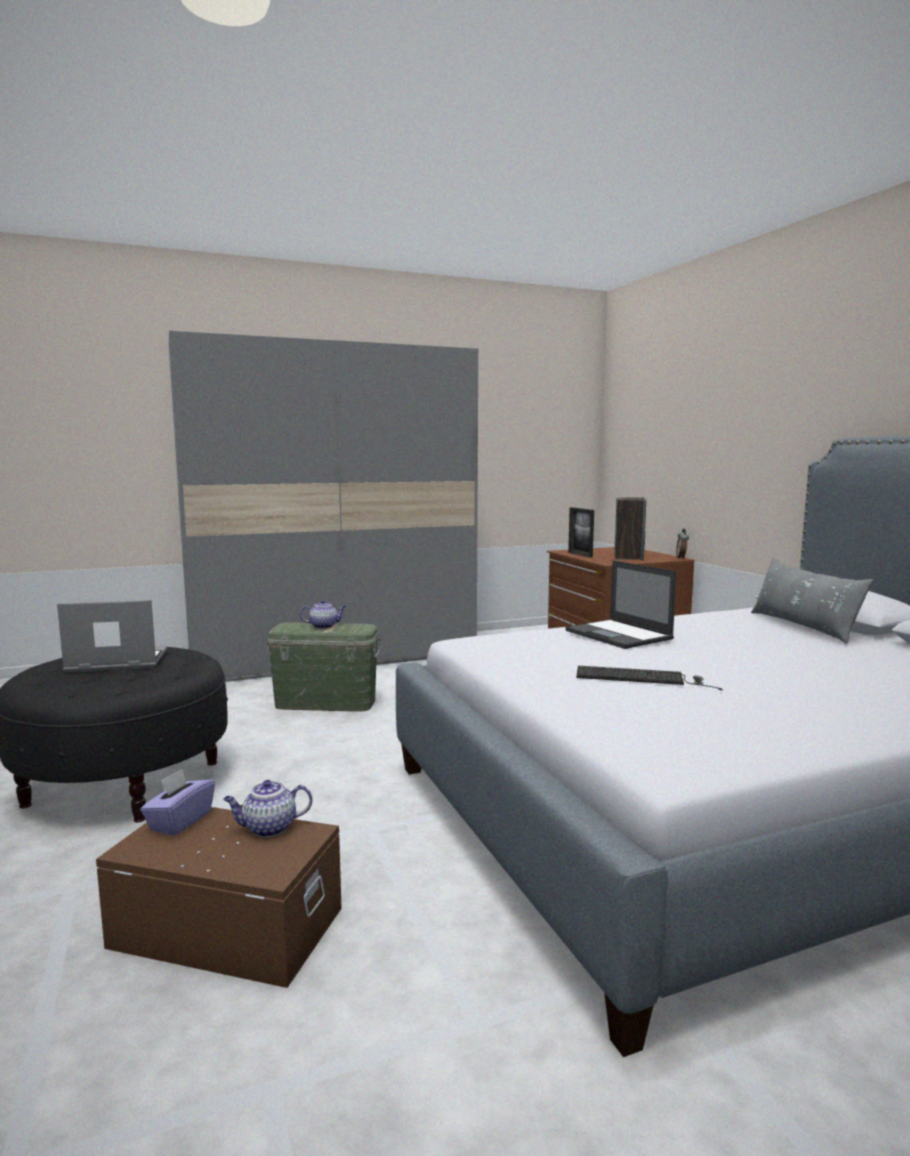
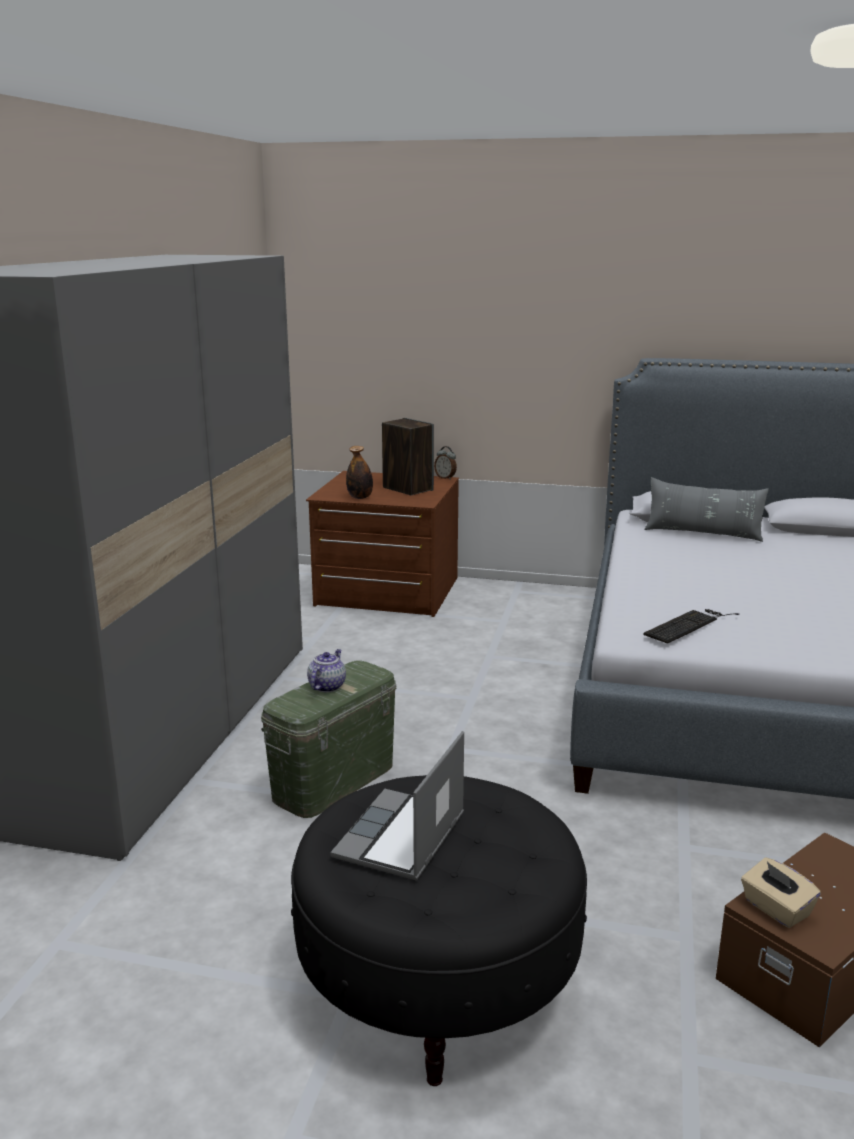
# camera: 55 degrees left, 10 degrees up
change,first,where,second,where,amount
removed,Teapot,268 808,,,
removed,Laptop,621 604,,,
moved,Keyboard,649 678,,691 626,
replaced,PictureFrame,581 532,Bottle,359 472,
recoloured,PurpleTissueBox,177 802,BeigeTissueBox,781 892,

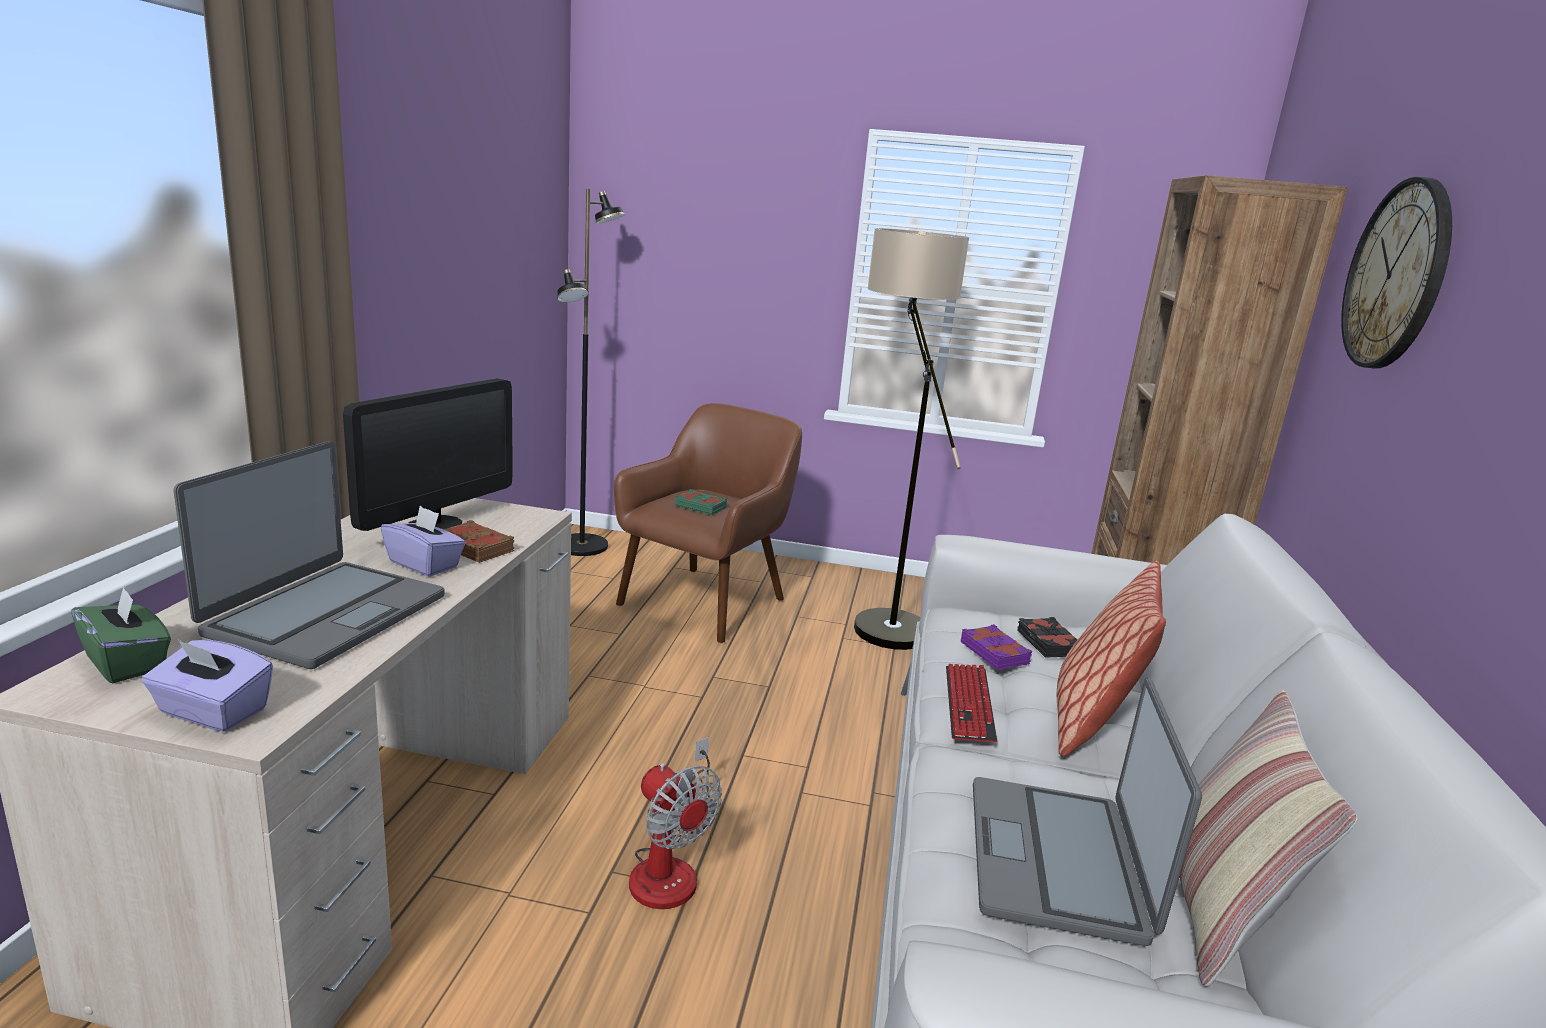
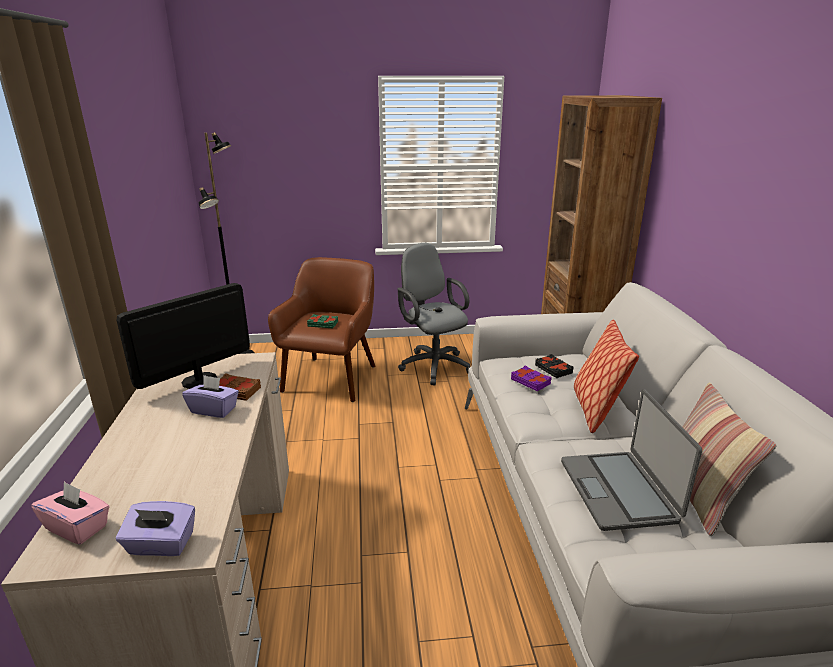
# camera: 15 degrees left, 5 degrees up
change,first,where,second,where,amount
removed,Laptop,309 555,,,
removed,Fan,675 823,,,
removed,Keyboard,971 703,,,
removed,WallClock,1396 273,,,
replaced,FloorLamp,912 439,GreyOfficeChair,434 314,
recoloured,GreenTissueBox,121 634,PinkTissueBox,70 513,
turned,Monitor,428 454,,183 336,150 degrees counterclockwise

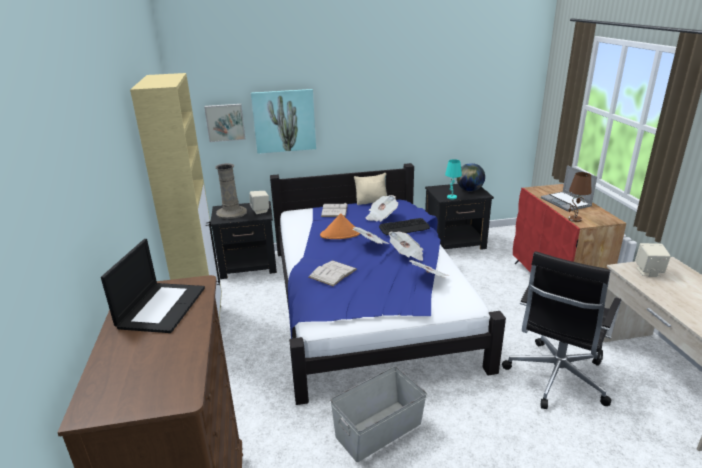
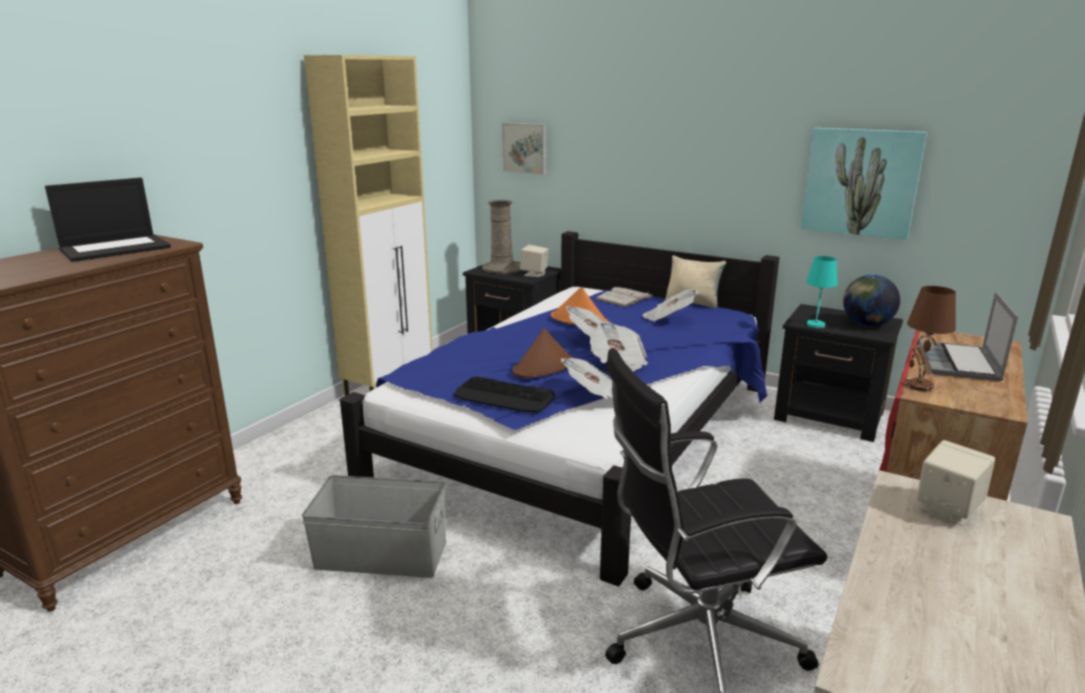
# camera: 40 degrees right, 5 degrees down
change,first,where,second,where,amount
removed,WhiteBook,332 273,,,
added,,,BrownHat,543 353,
moved,Picture,283 121,,864 184,
moved,Keyboard,404 226,,504 394,

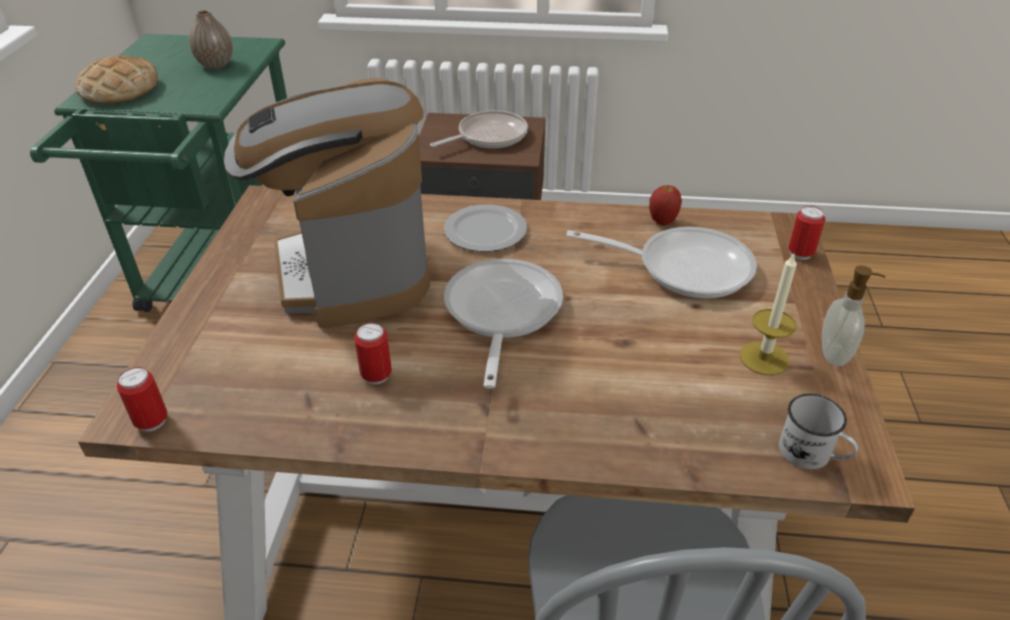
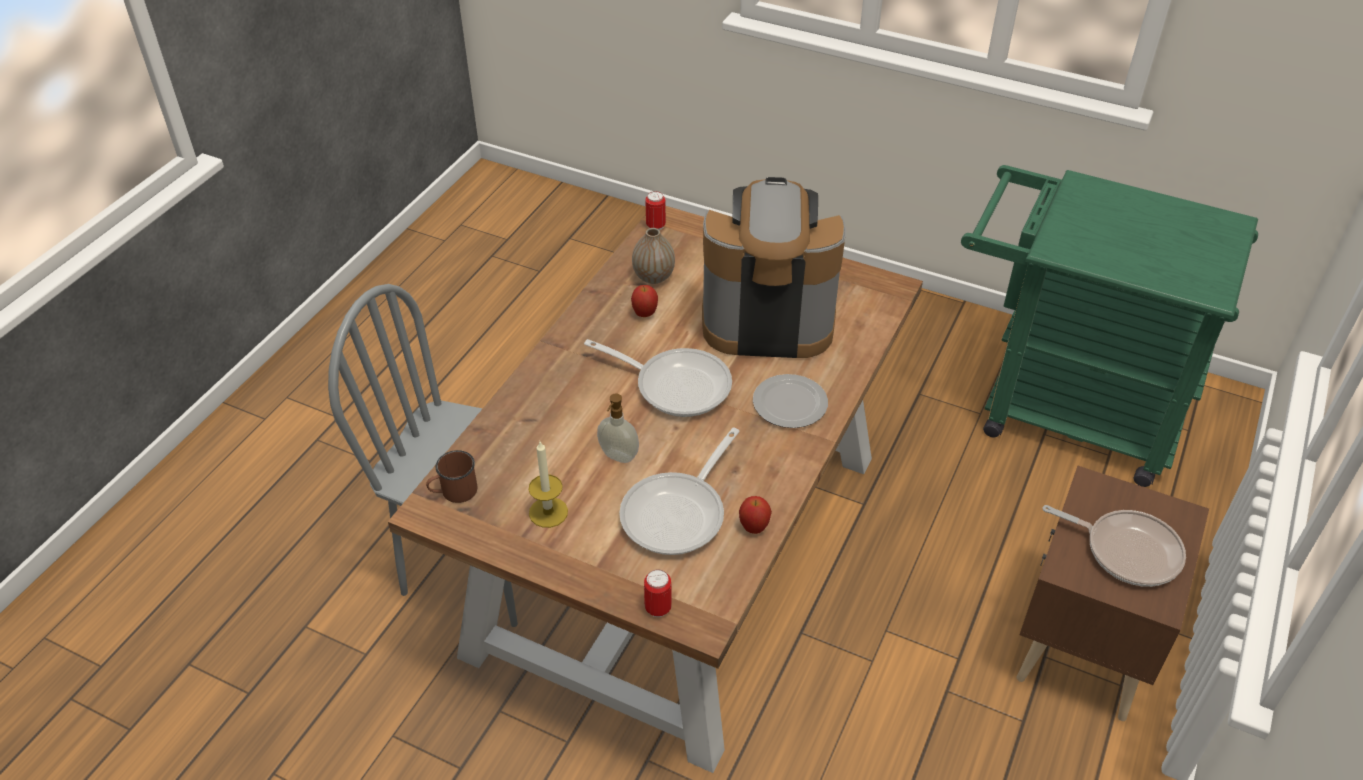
# camera: 110 degrees right, 5 degrees up
change,first,where,second,where,amount
removed,Bread,116 79,,,
moved,Vase,211 39,,653 256,
moved,SoapDispenser,853 315,,618 428,
replaced,Can,373 353,Apple,644 301,
recoloured,WhiteMug,818 432,BrownMug,451 476,
turned,FryingPan,479 129,,1114 546,45 degrees counterclockwise

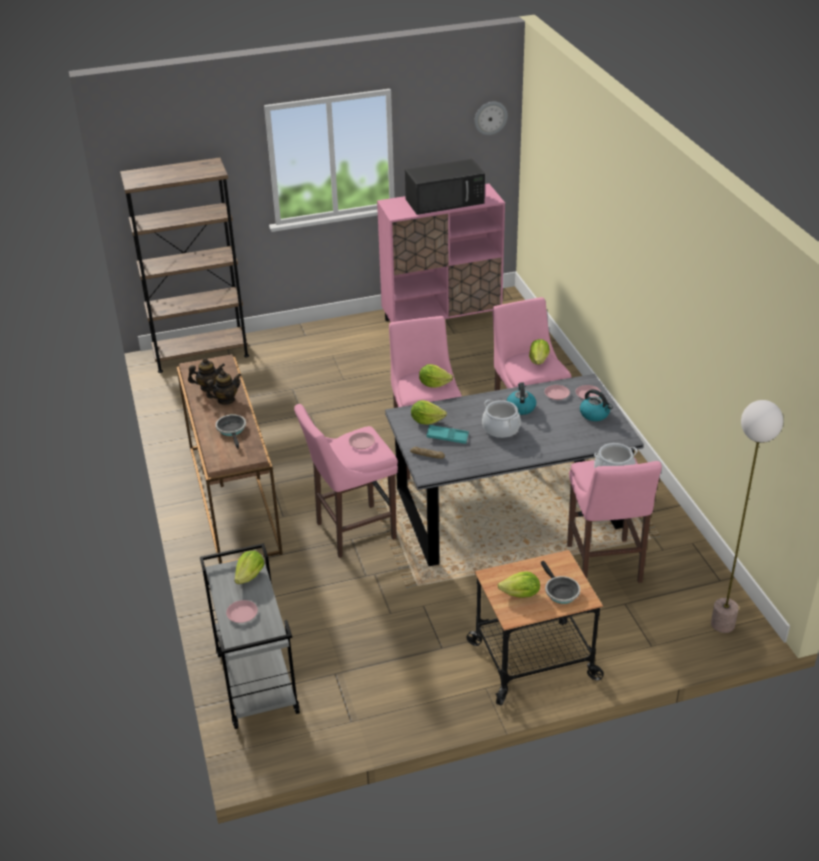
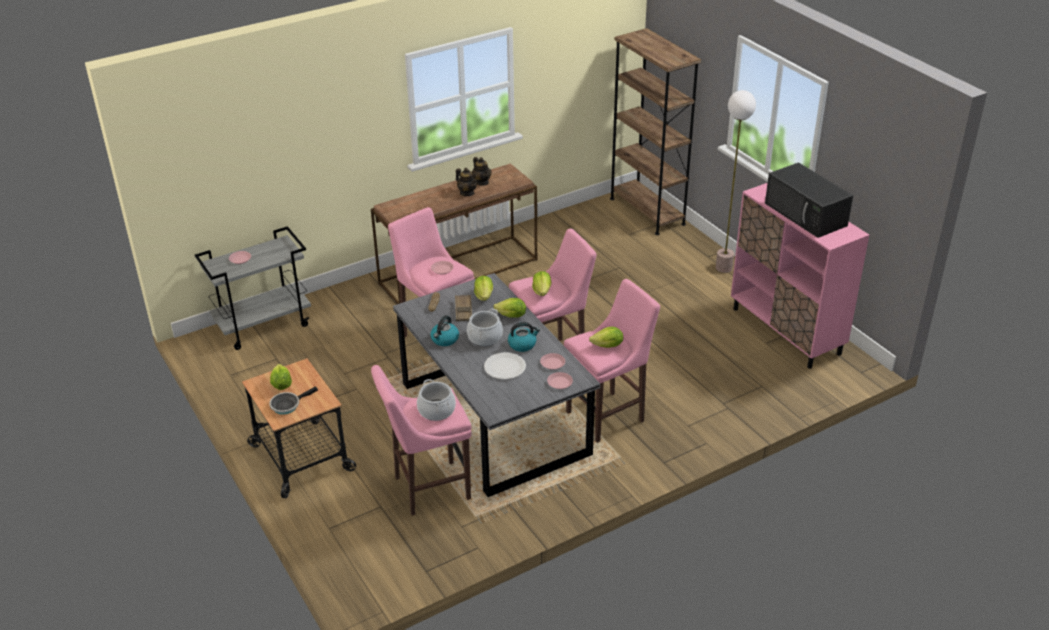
# camera: 75 degrees right, 0 degrees up
change,first,where,second,where,amount
removed,FryingPan,231 432,,,
removed,WallClock,491 118,,,
added,,,WhitePlate,505 365,
moved,Lettuce,249 567,,509 308,
moved,Kettle,596 405,,444 330,
moved,FloorLamp,747 516,,736 181,
recoloured,TurquoiseTray,447 434,BrownTray,463 308,

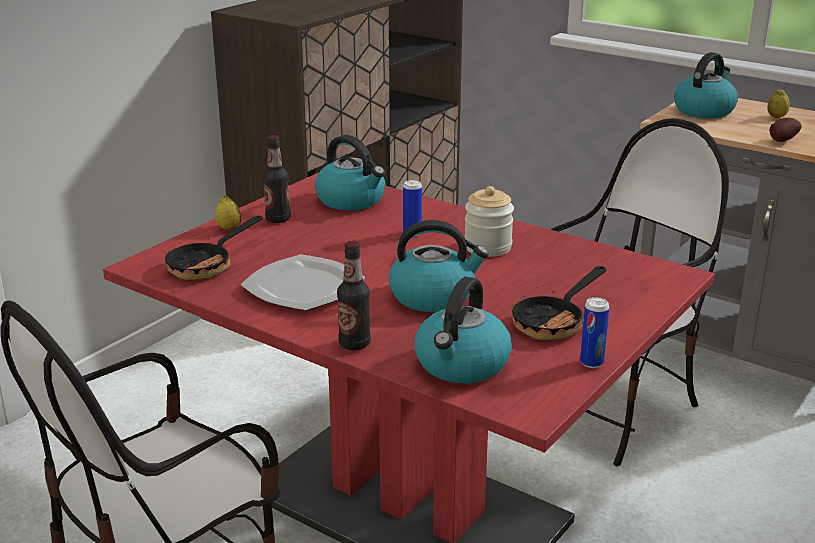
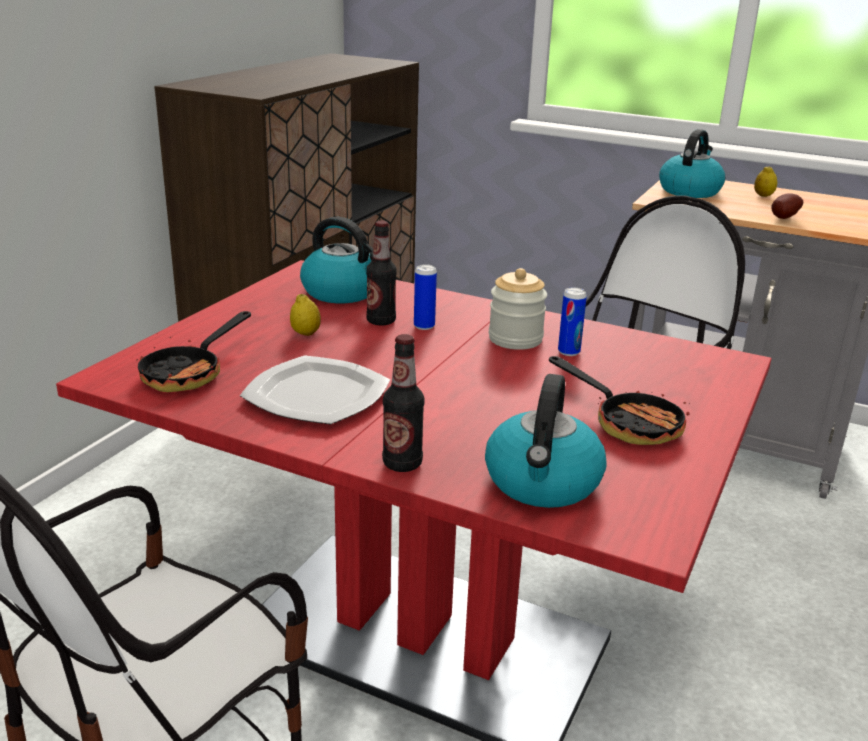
# camera: 10 degrees left, 0 degrees up
change,first,where,second,where,amount
removed,Kettle,439 266,,,
moved,Lemon,228 213,,305 315,
moved,Bottle,277 179,,381 273,
moved,Can,594 332,,572 322,
turned,FryingPan,558 303,,619 400,75 degrees counterclockwise

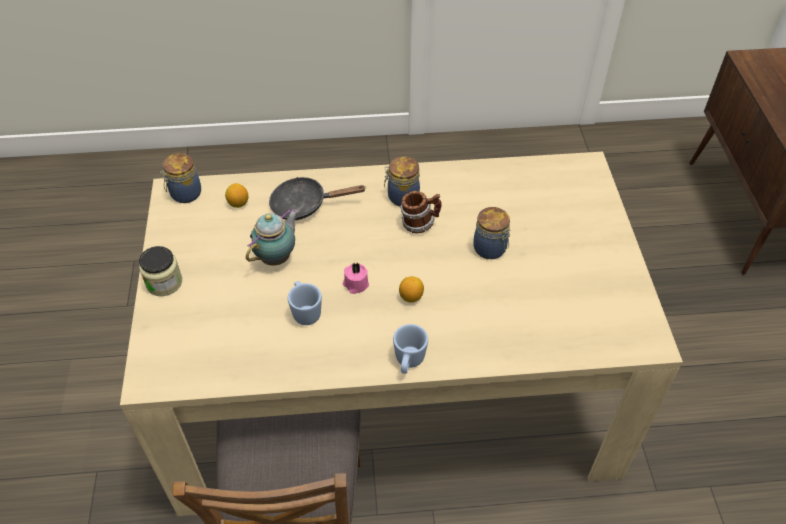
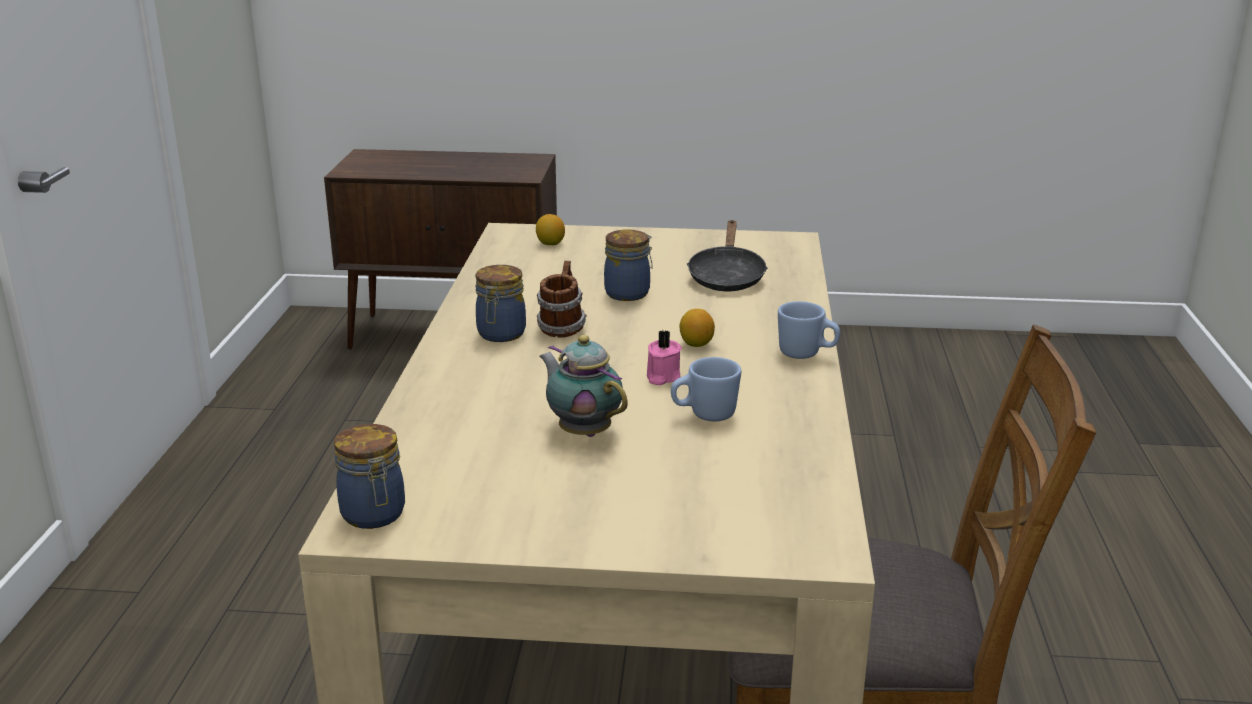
# camera: 80 degrees left, 25 degrees down
change,first,where,second,where,amount
removed,Jar,160 271,,,
moved,Lemon,236 195,,550 229,
moved,BlackFryingPan,317 198,,727 255,

